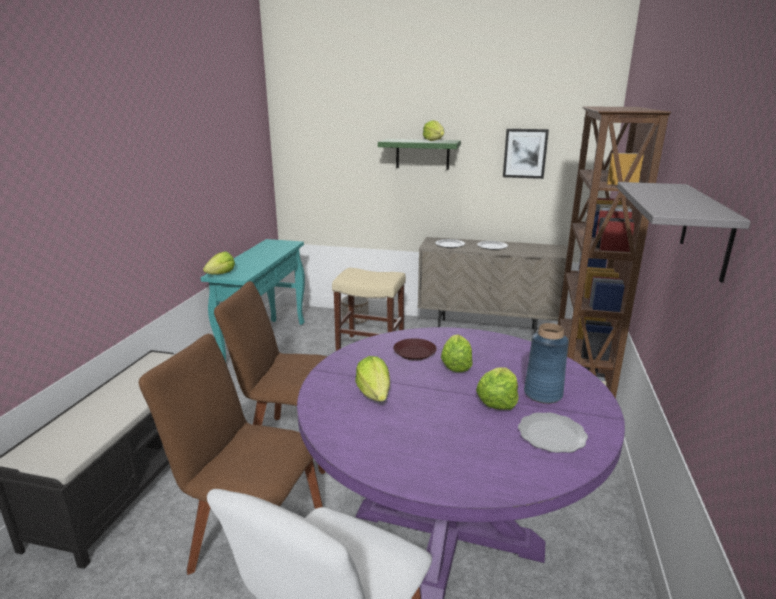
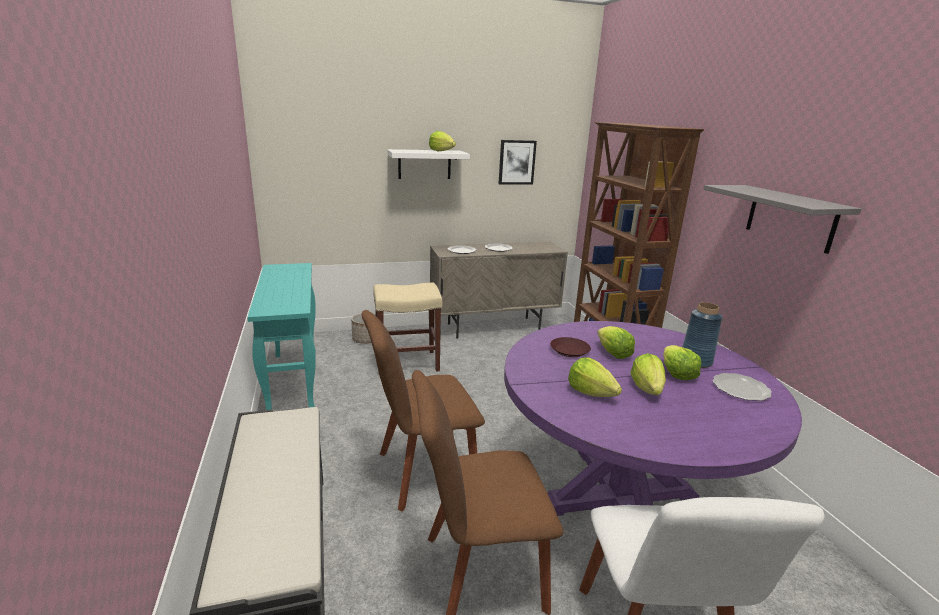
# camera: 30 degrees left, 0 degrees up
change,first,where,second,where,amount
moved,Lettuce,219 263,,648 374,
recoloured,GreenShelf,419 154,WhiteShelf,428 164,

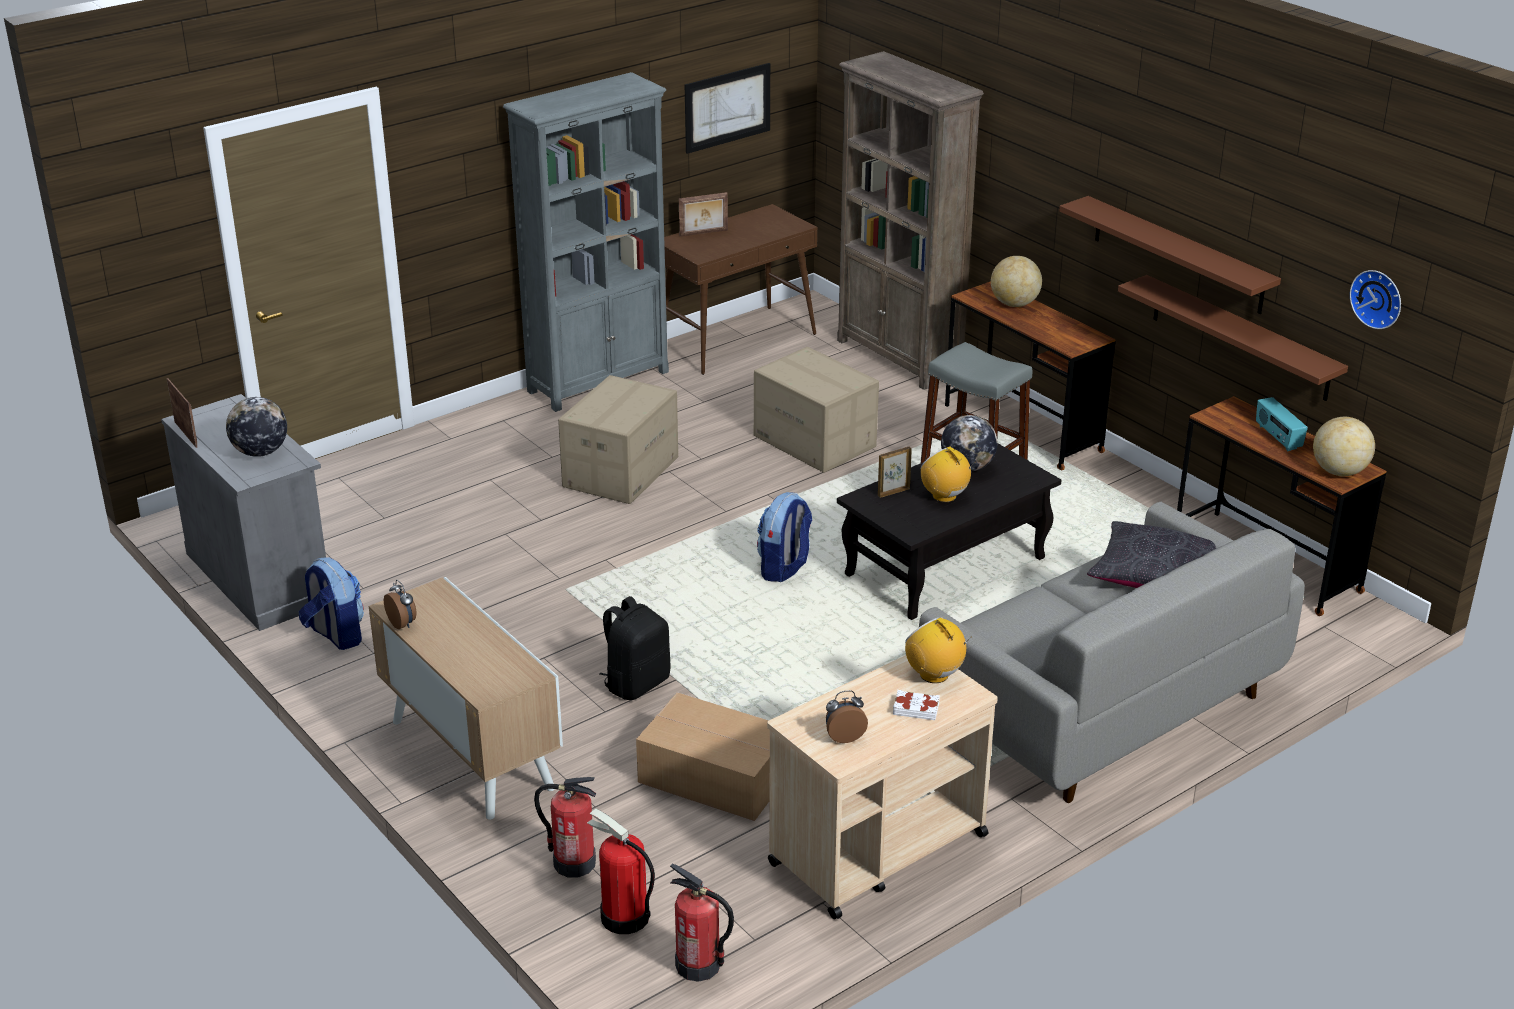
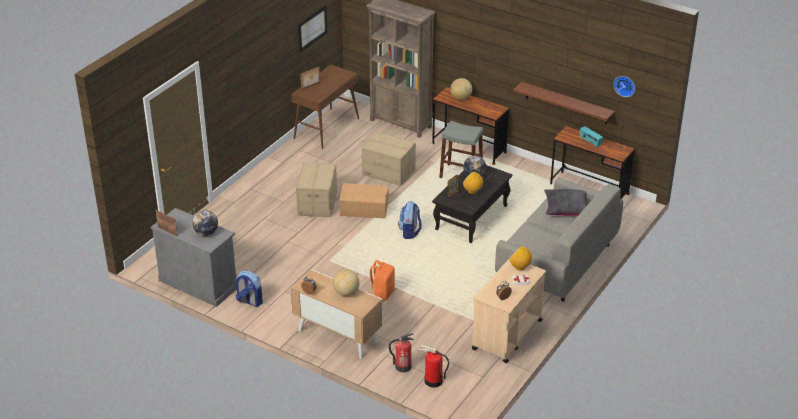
# camera: 20 degrees left, 5 degrees up
change,first,where,second,where,amount
removed,GreyBookcase,586 242,,,
removed,FireExtinguisher,702 922,,,
removed,BrownShelf,1170 255,,,
moved,CardboardBox,703 756,,364 200,
moved,Globe,1344 446,,346 283,
recoloured,BlackBackpack,634 648,OrangeBackpack,381 280,

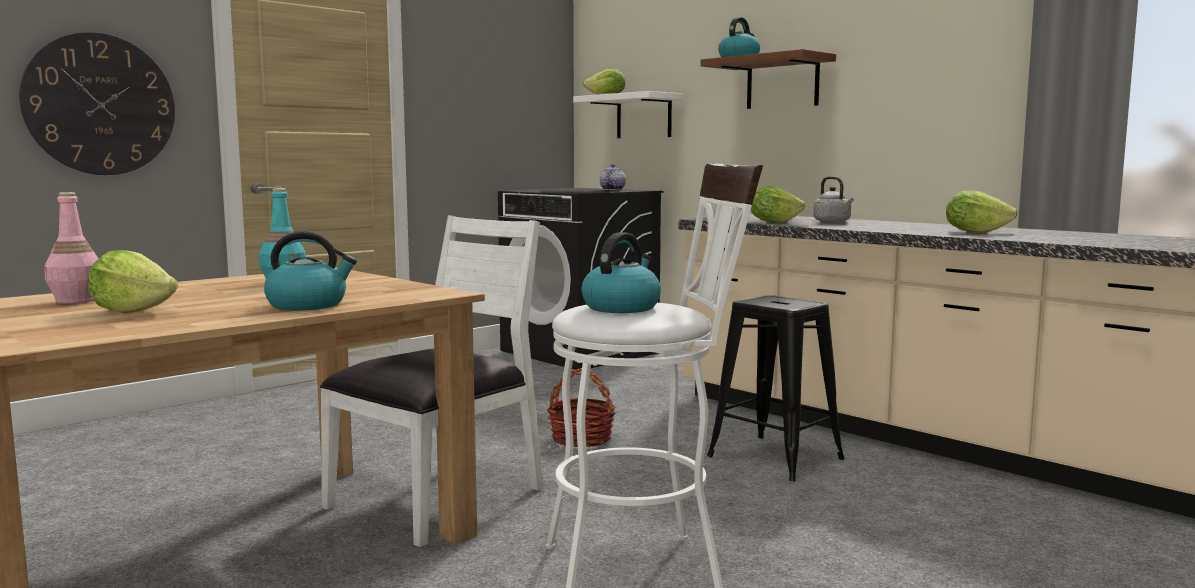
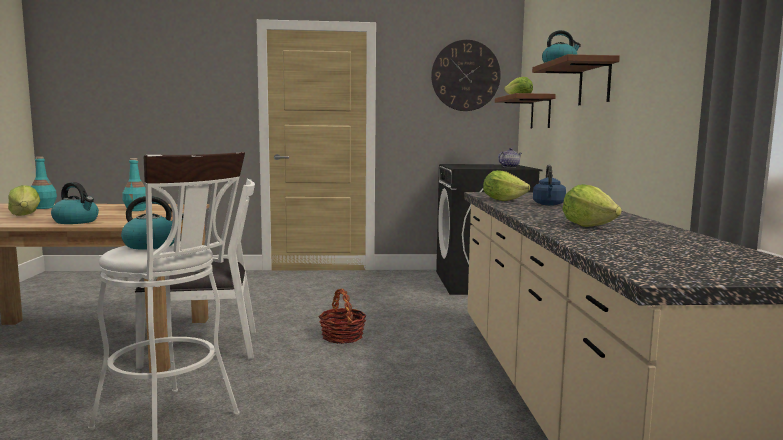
# camera: 40 degrees right, 0 degrees up
change,first,where,second,where,amount
removed,BlackStool,776 388,,,
moved,WallClock,97 103,,466 75,
recoloured,PinkBottle,71 248,TurquoiseBottle,44 183,
recoloured,WhiteShelf,628 114,BrownShelf,525 111,
recoloured,GreyKettle,833 199,BlueKettle,549 185,

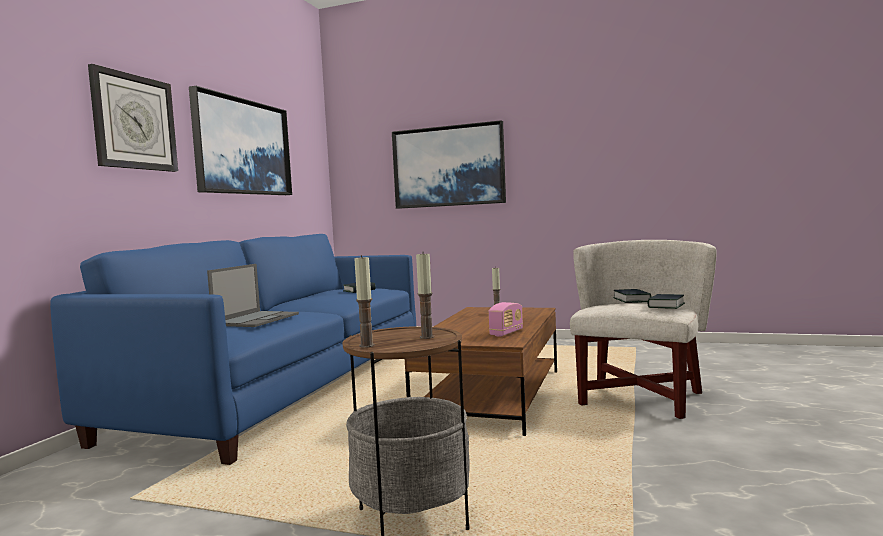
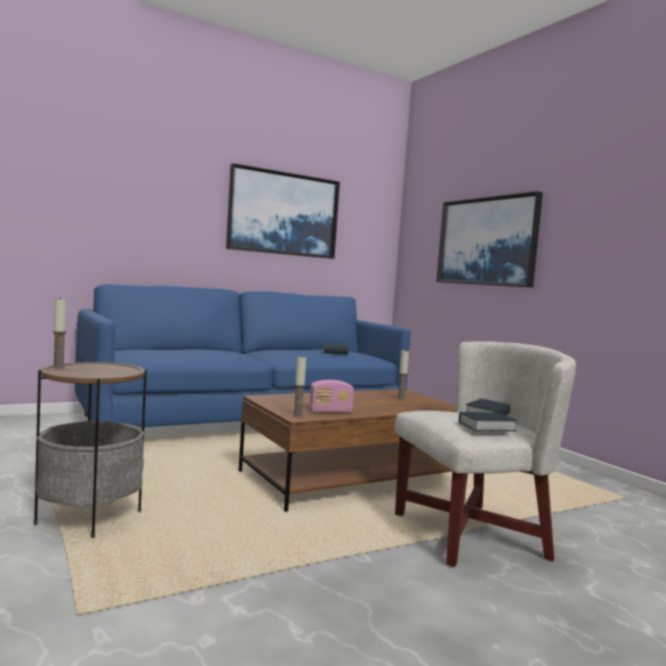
# camera: 40 degrees right, 0 degrees up
change,first,where,second,where,amount
removed,WallClock,133 118,,,
removed,Laptop,253 295,,,
moved,Candle,425 296,,299 386,

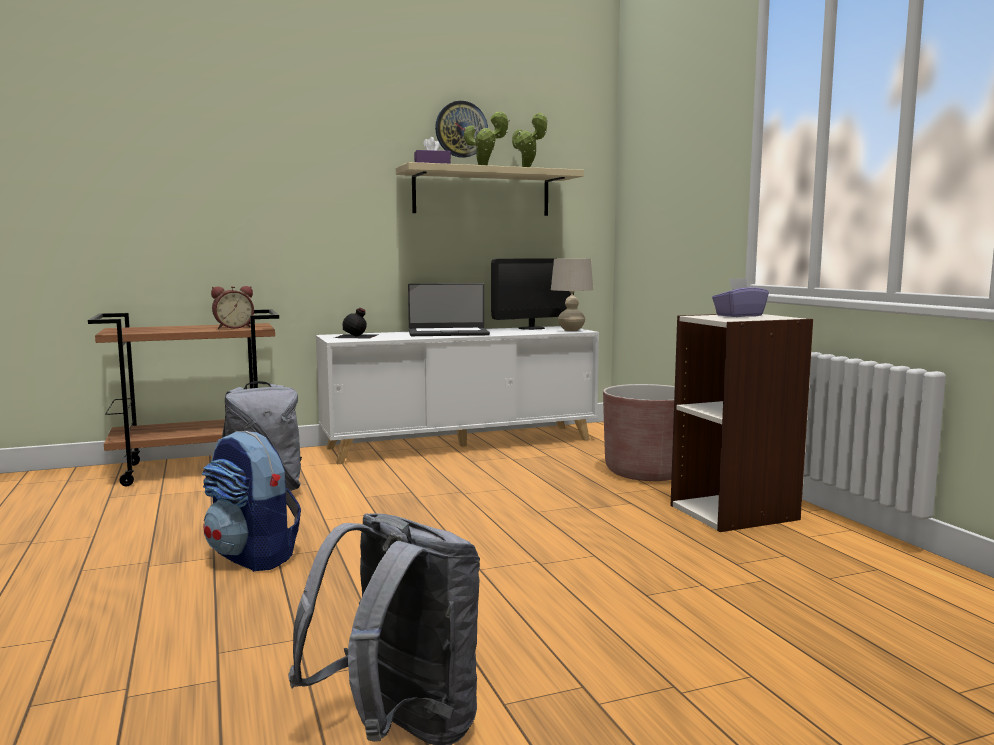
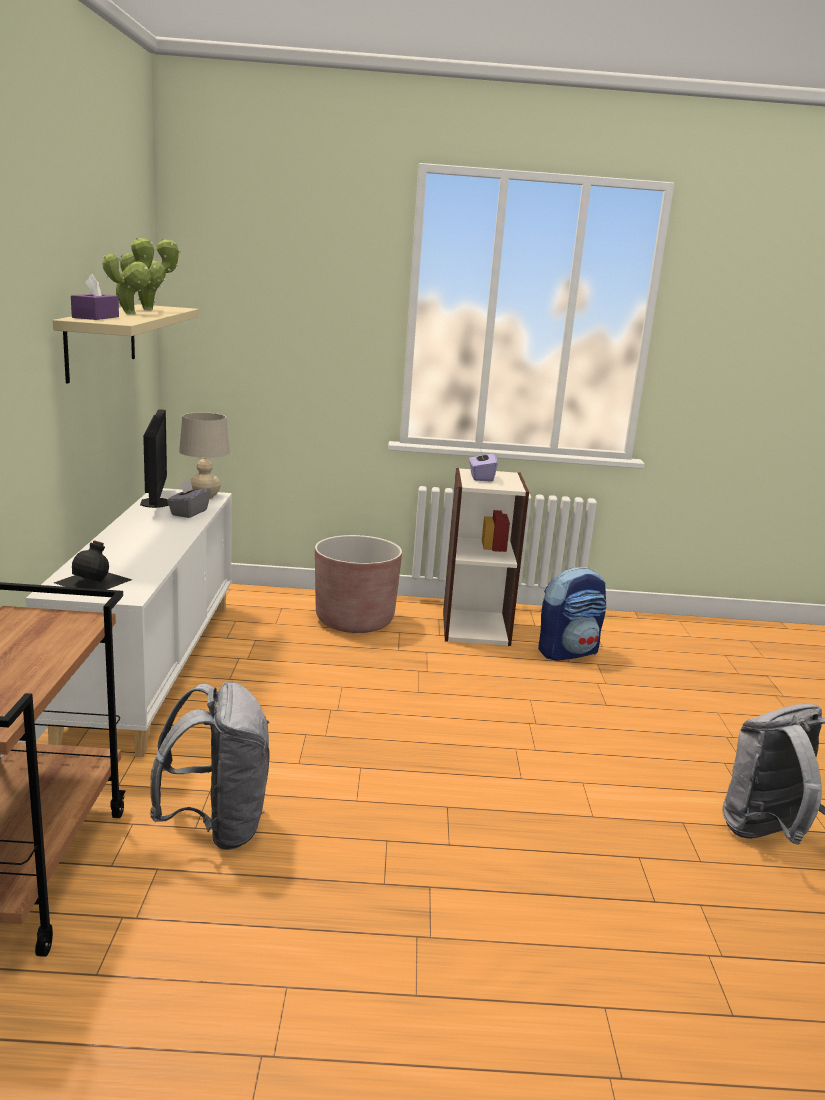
# camera: 70 degrees left, 10 degrees up
change,first,where,second,where,amount
removed,AlarmClock,232 307,,,
removed,Laptop,449 309,,,
removed,WallClock,461 129,,,
added,,,GreyTissueBox,189 498,
moved,Backpack,251 501,,572 614,

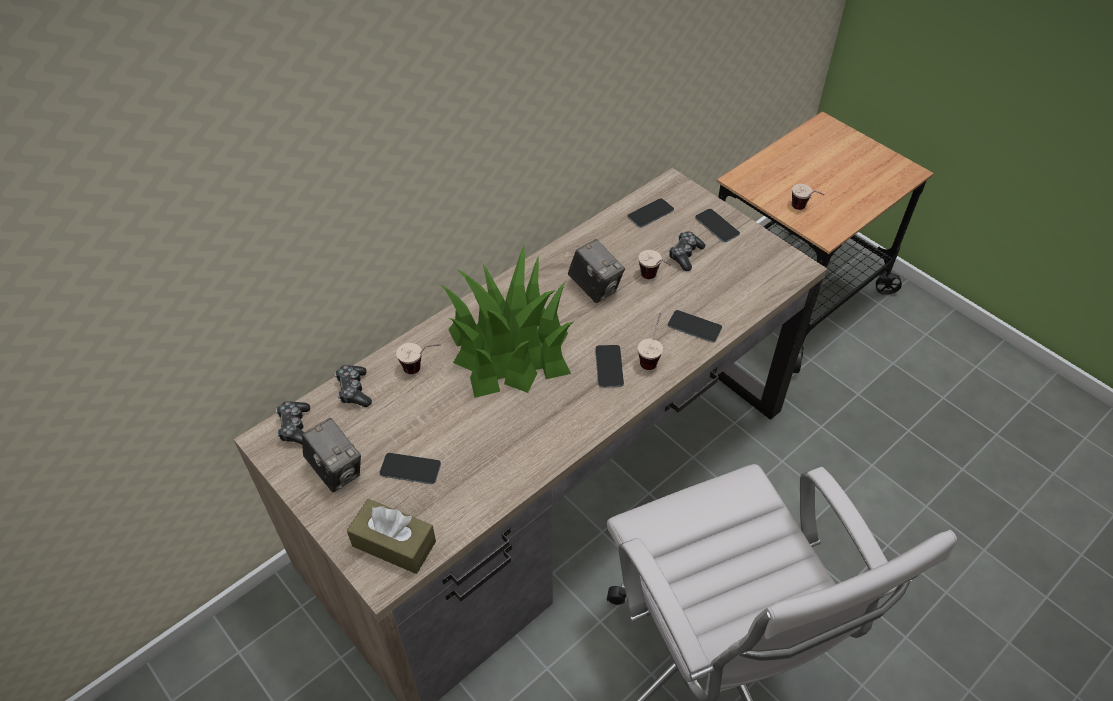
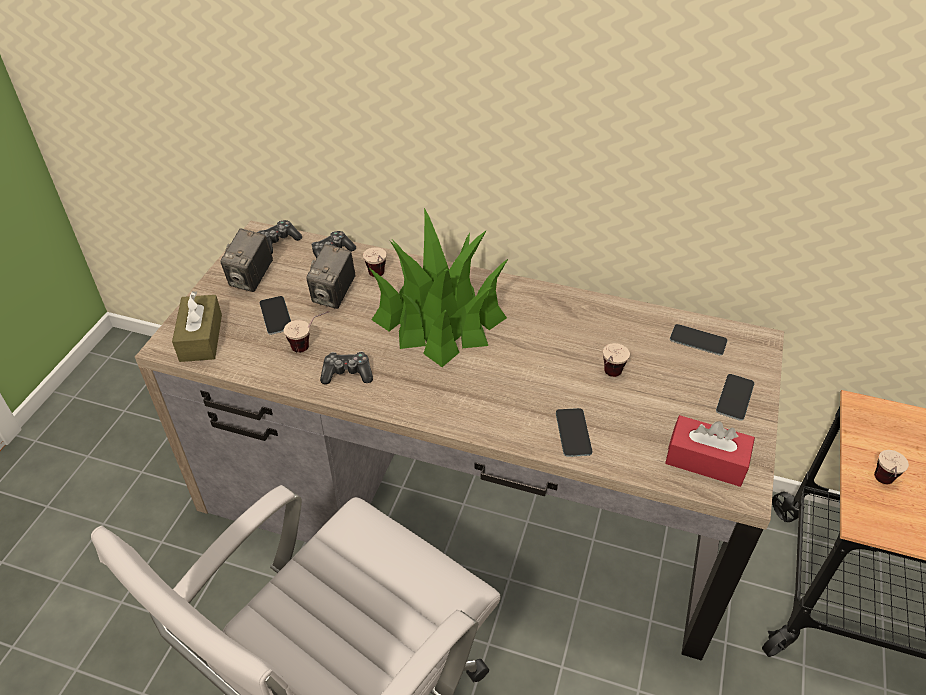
# camera: 60 degrees right, 5 degrees down
change,first,where,second,where,amount
removed,Phone,609 366,,,
added,,,RedTissueBox,710 451,
moved,PhotoCamera,596 271,,331 276,
moved,Cup,650 341,,306 332,
moved,GameController,687 251,,346 368,

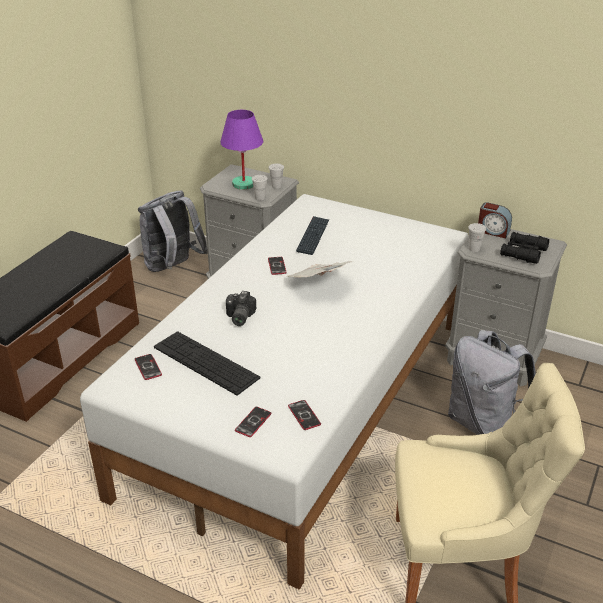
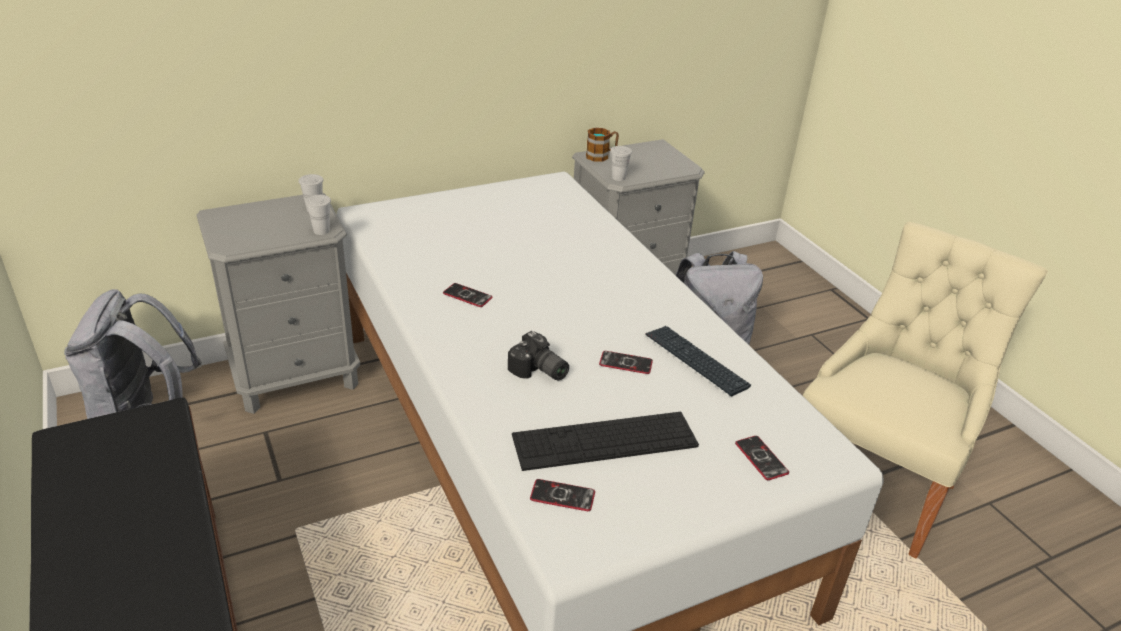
# camera: 55 degrees left, 0 degrees up
change,first,where,second,where,amount
removed,PurpleTableLamp,241 150,,,
removed,Newspaper,321 269,,,
removed,BlackBinoculars,524 248,,,
moved,Phone,304 415,,626 362,
moved,Keyboard,313 235,,698 361,
replaced,AlarmClock,495 220,Mug,602 145,

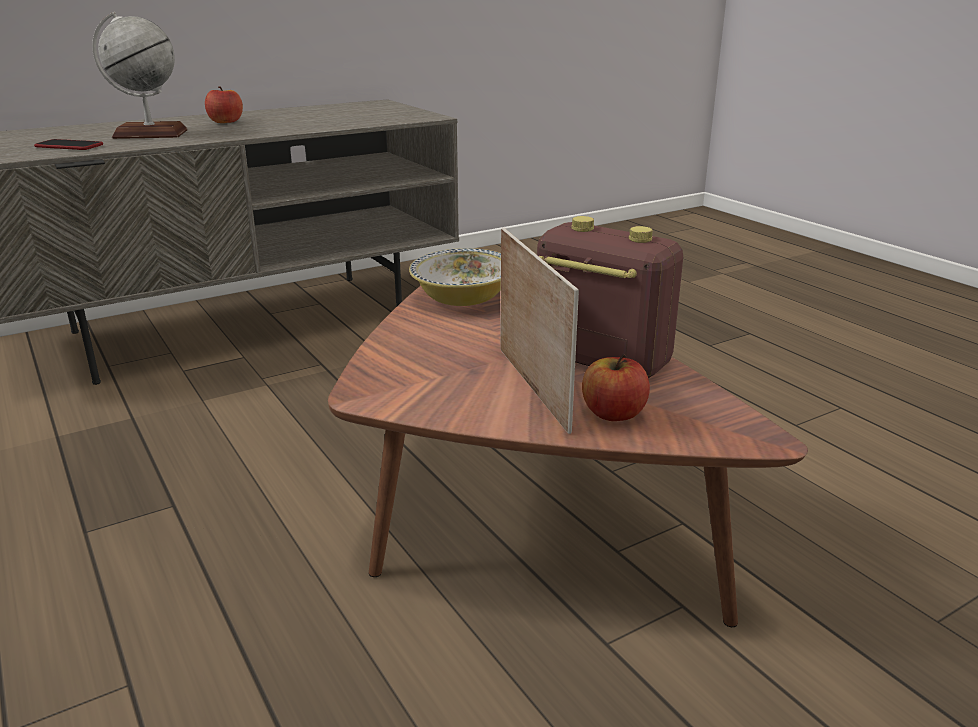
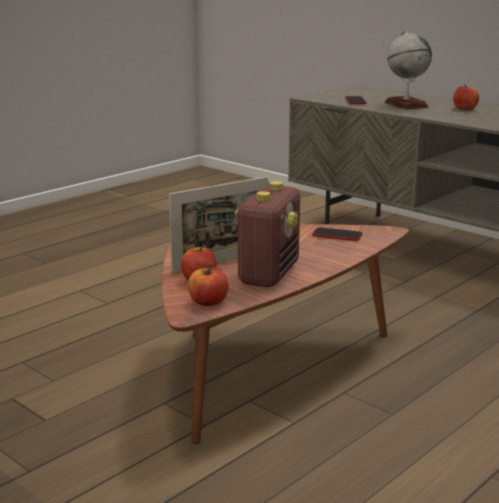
# camera: 75 degrees right, 5 degrees down
change,first,where,second,where,amount
added,,,Apple,208 285,
replaced,Bowl,455 277,Phone,337 234,

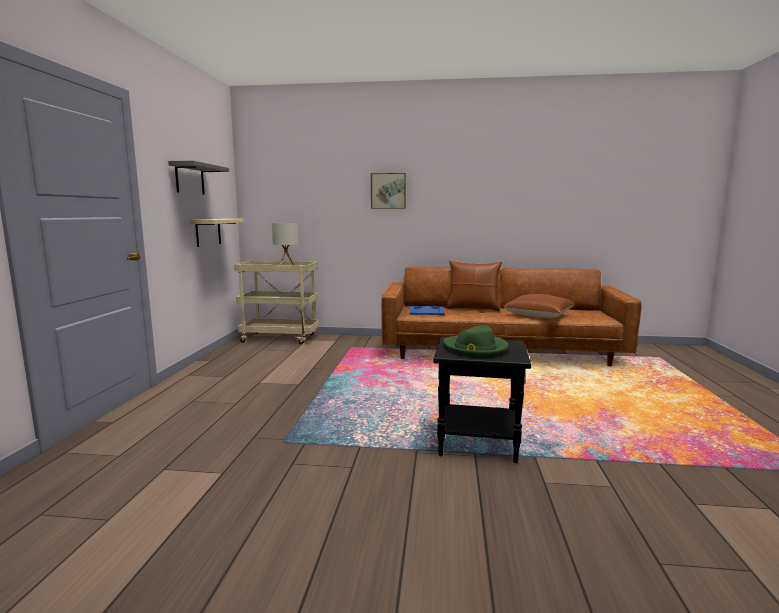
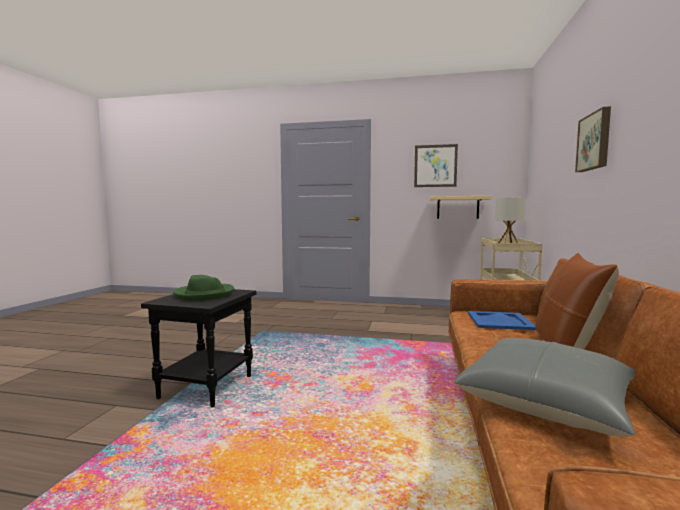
# camera: 95 degrees right, 5 degrees down
change,first,where,second,where,amount
replaced,GreyShelf,198 178,Picture,436 165,
recoloured,BrownPillow,539 306,GreyPillow,545 387,

